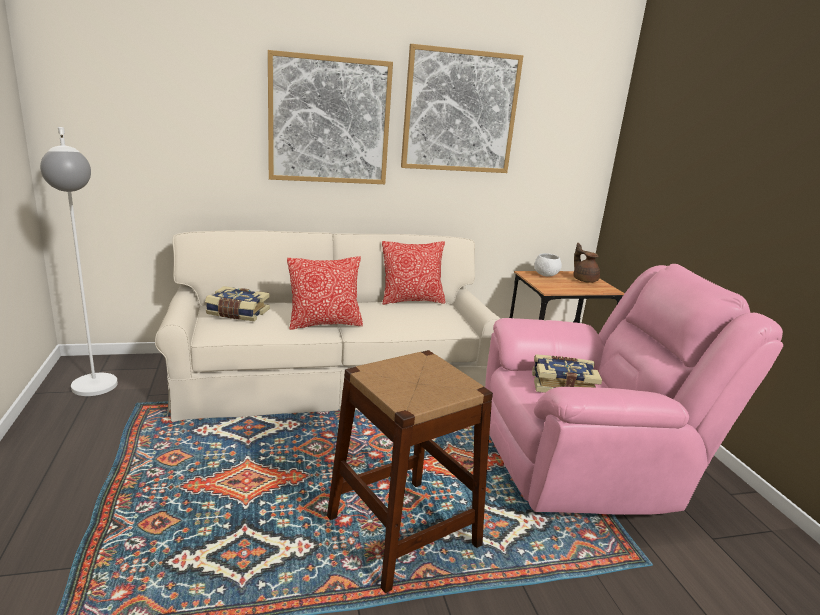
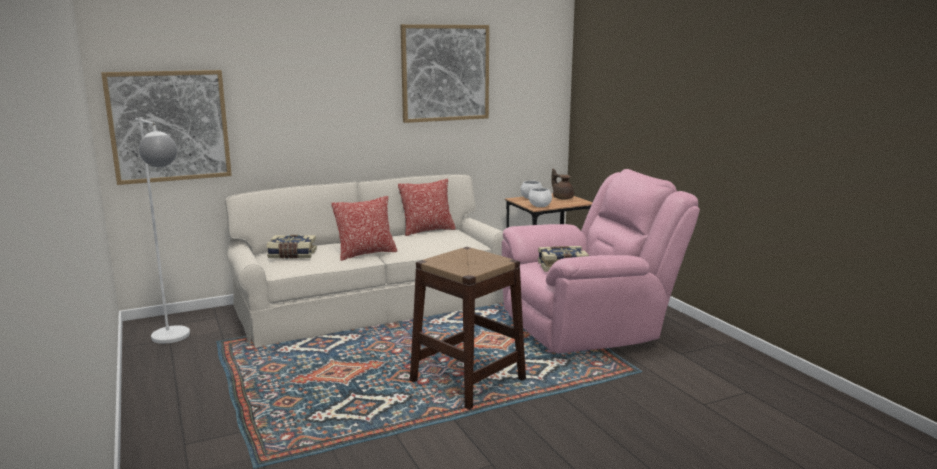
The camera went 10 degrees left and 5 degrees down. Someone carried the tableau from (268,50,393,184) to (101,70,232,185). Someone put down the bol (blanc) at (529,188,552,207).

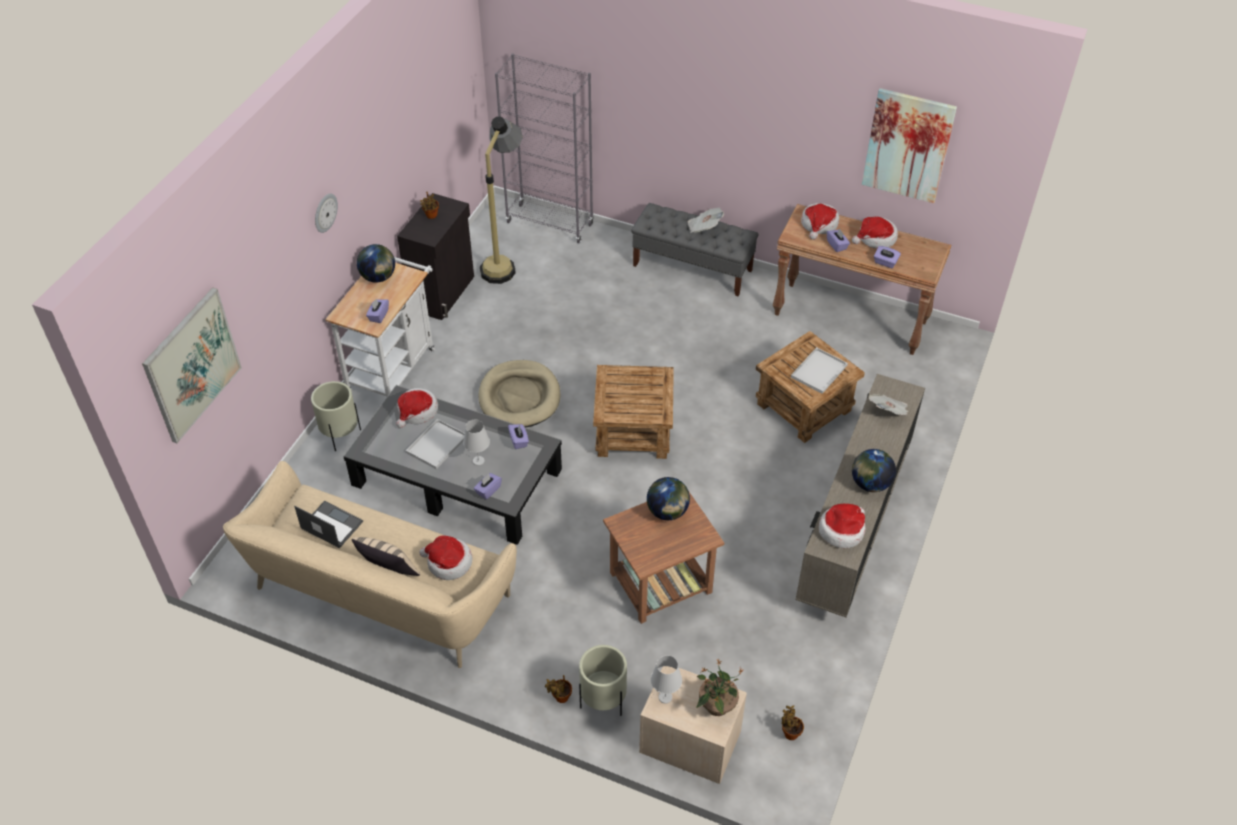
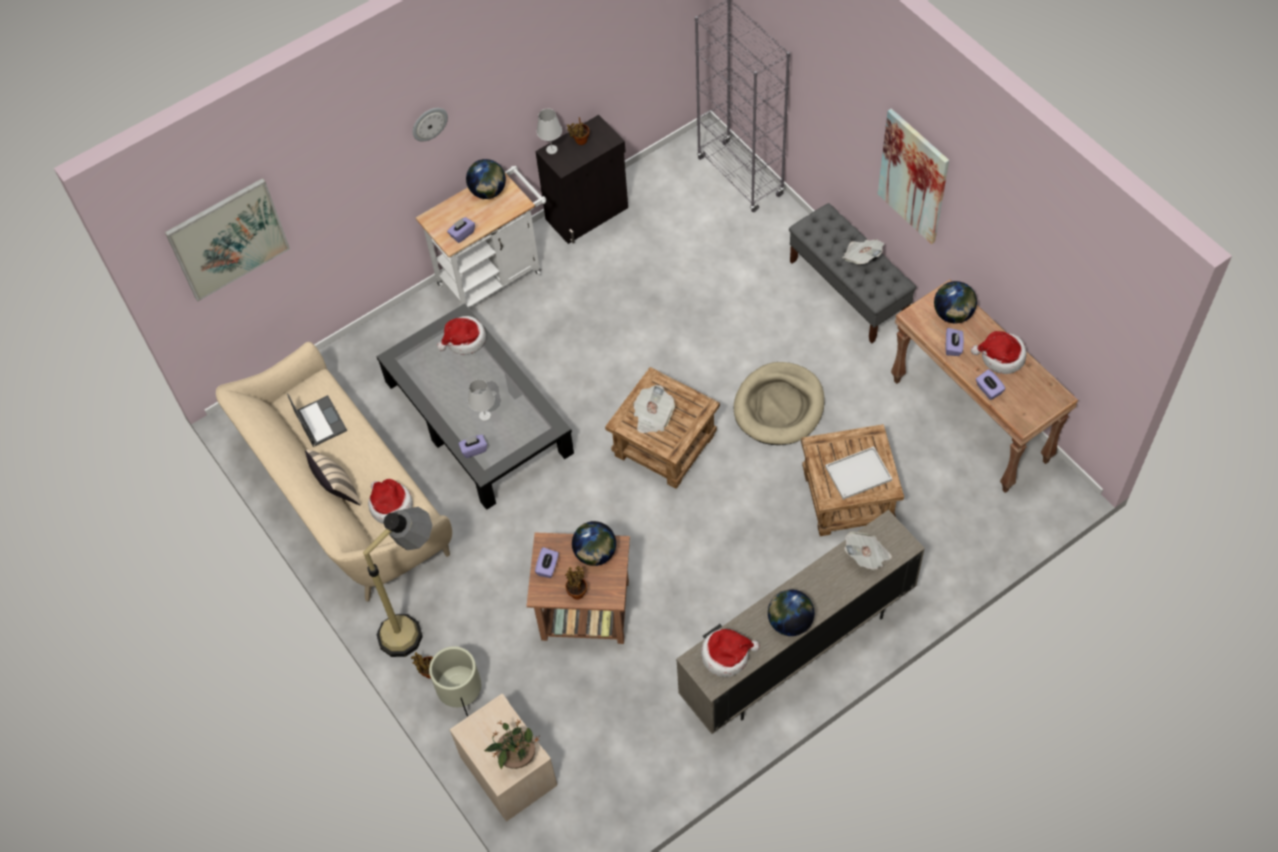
The camera went 35 degrees right and 10 degrees up. Someone carried the lampadaire from (480,116,523,284) to (363,507,433,657). Someone carried the boîte à mouchoirs (violet) from (508,424,529,449) to (535,547,559,578). Someone carried the lampe de table (blanc) from (651,656,682,703) to (537,109,562,154). Someone carried the plante en pot from (781,705,804,740) to (565,566,587,600). Someone put down the journal at (633,385,675,433). Someone carried the panier pour chien (beige) from (479,360,561,428) to (734,362,825,445). Someone carried the tableau from (862,88,957,203) to (878,109,949,244). Someone swapped the chapeau at (801,203,839,240) for the globe at (934,281,977,323). Someone took away the cache-pot (beige) at (311,381,361,451). Someone took away the plateau (blanc) at (406,419,465,469).

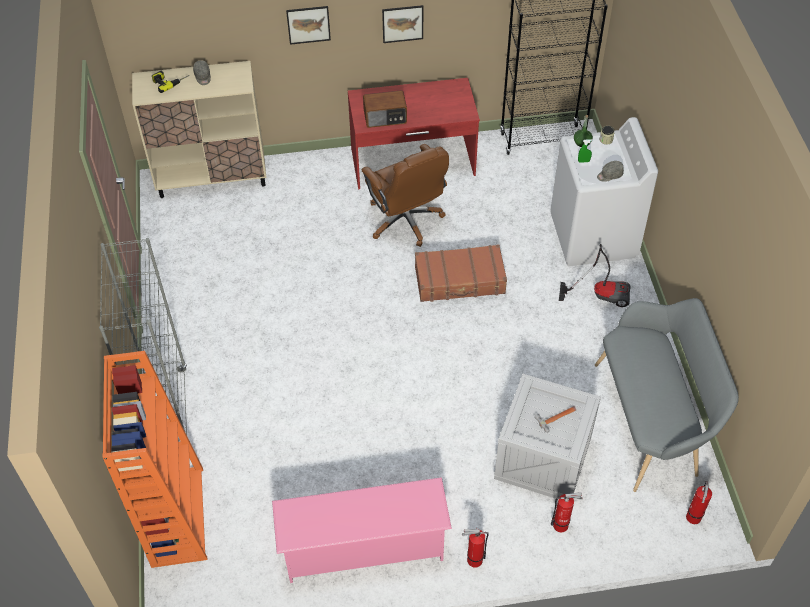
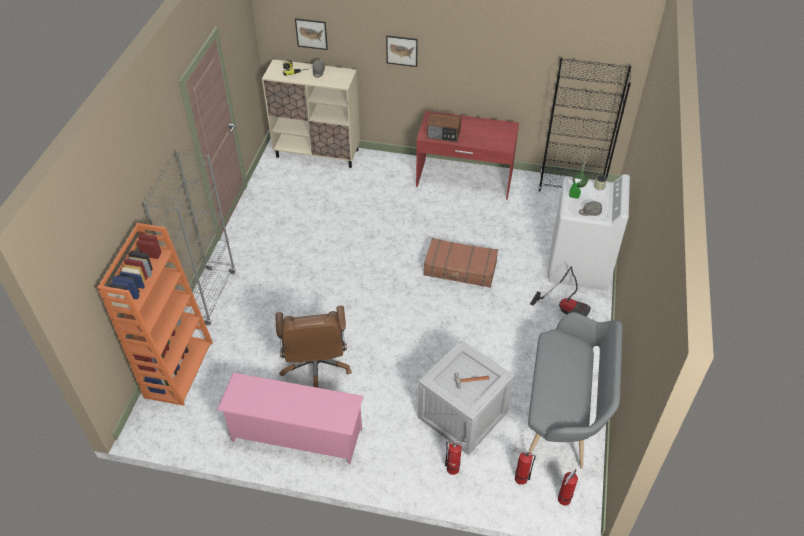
The camera went 20 degrees right and 5 degrees down. Someone carried the chaise de bureau (marron) from (362,144,449,247) to (275,306,352,388). Someone carried the tableau from (382,5,423,43) to (295,18,328,50). Someone carried the extincteur from (462,529,489,568) to (514,446,536,485).

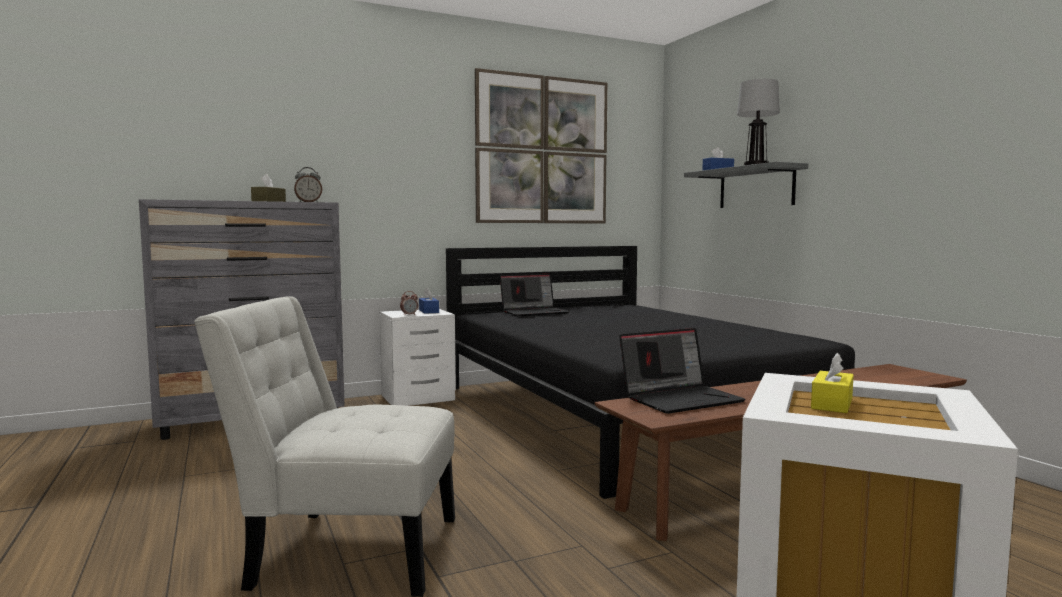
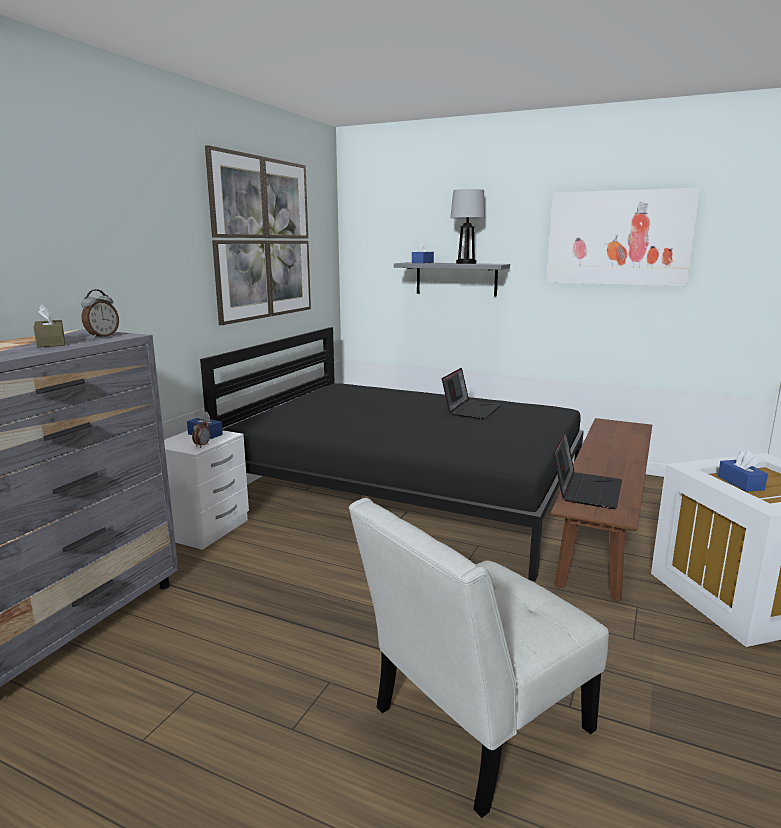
The camera went 40 degrees left and 10 degrees up. Someone carried the ordinateur portable from (500,274,570,316) to (442,368,501,419). Someone put up the tableau at (546,188,700,286). Someone repainted the boîte à mouchoirs (jaune) at (811,353,854,413), which became the boîte à mouchoirs (bleu) at (718,451,768,492).

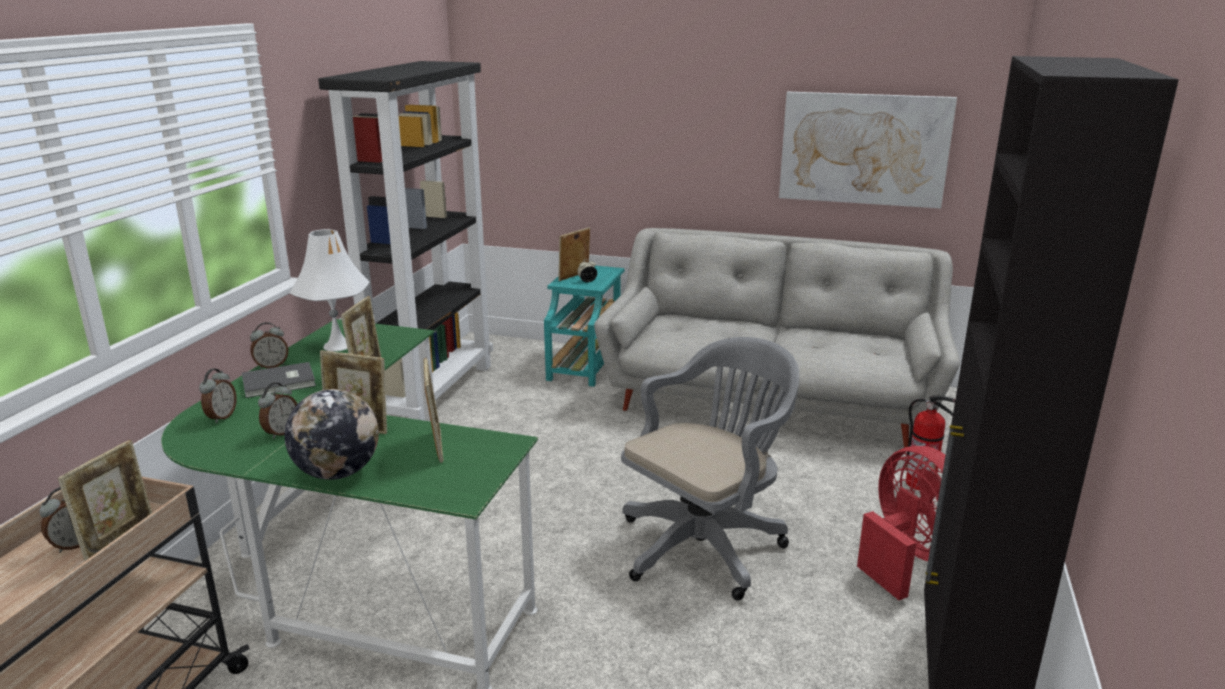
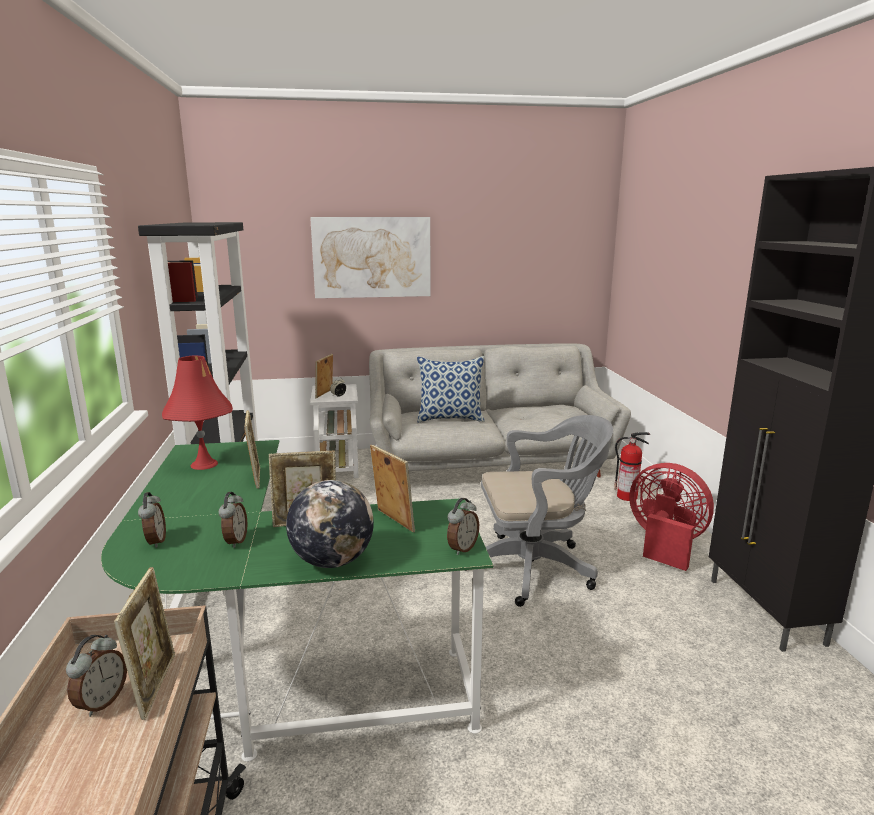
The camera went 25 degrees left and 5 degrees down. Someone repainted the lampe de table (blanc) at (290,229,369,351), which became the lampe de table (rouge) at (162,356,233,470). Someone carried the tableau from (779,92,957,209) to (310,217,431,298). Someone repainted the table d'appoint (turquoise) at (544,266,625,387), which became the table d'appoint (blanc) at (310,384,359,478). Someone put down the coussin at (417,356,485,423). Someone carried the réveil from (250,322,288,369) to (447,498,479,555). Someone rotated the chaise de bureau (gris) at (621,337,799,601) by 60 degrees clockwise. Someone took away the livre (gris) at (242,362,316,398).

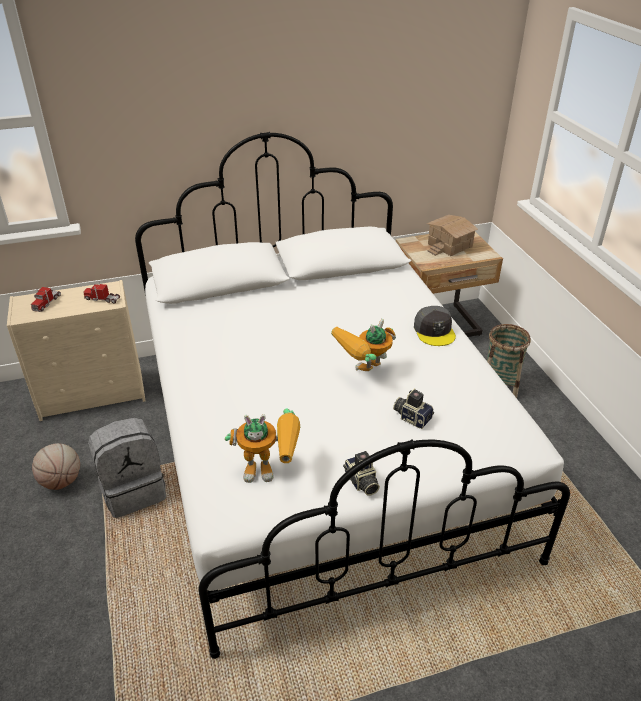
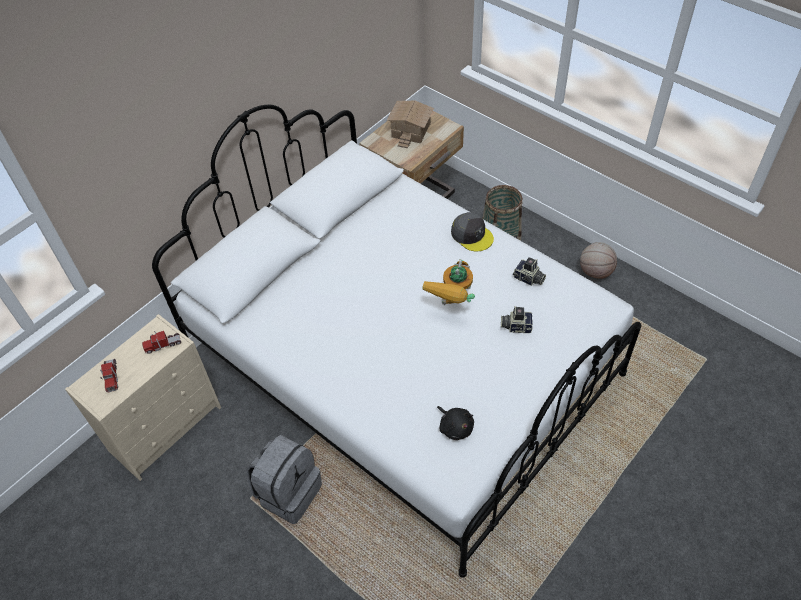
The camera went 30 degrees left and 15 degrees up. Someone swapped the robot jouet at (225,408,300,483) for the peluche (noir) at (437,406,474,440). Someone carried the appareil photo from (343,451,380,496) to (513,257,546,286). Someone carried the ballon de basket from (32,443,80,490) to (580,242,617,279).

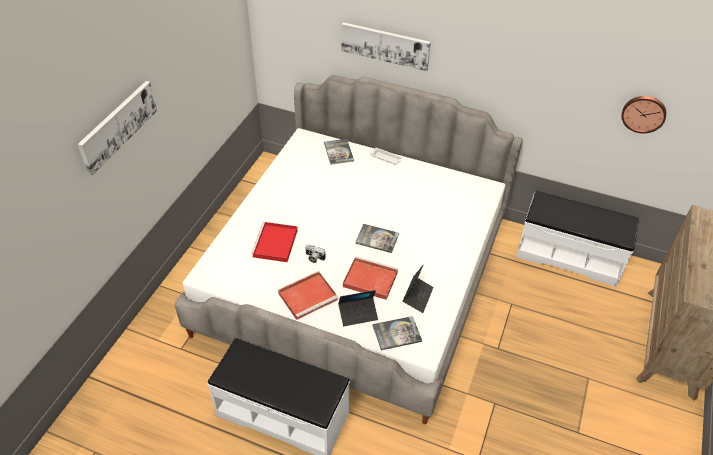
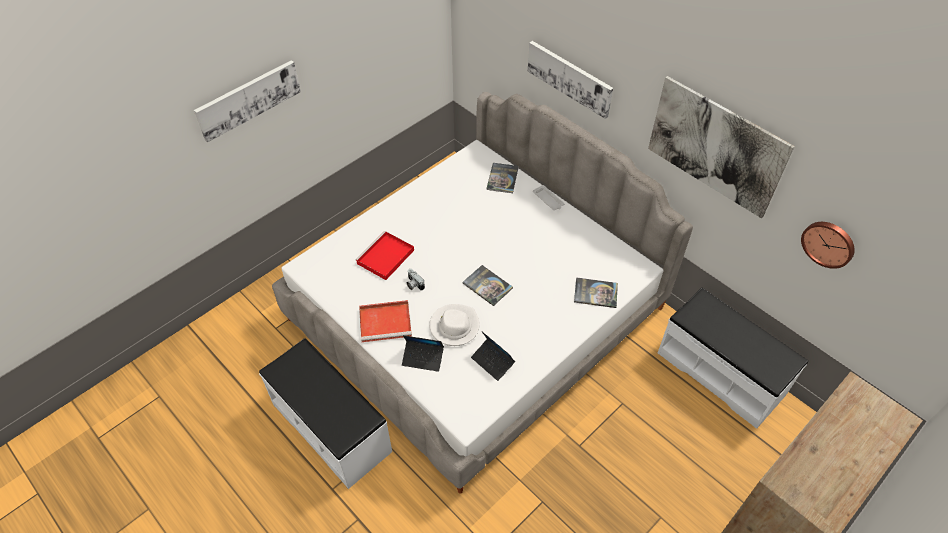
The camera went 25 degrees right and 5 degrees up. Someone swapped the plateau (rouge) at (343,257,398,300) for the chapeau (blanc) at (429,304,480,346). Someone rotated the ordinateur portable at (403,265,434,313) by 90 degrees clockwise. Someone carried the livre from (372,316,422,350) to (574,277,618,308). Someone put up the tableau at (648,76,795,218).

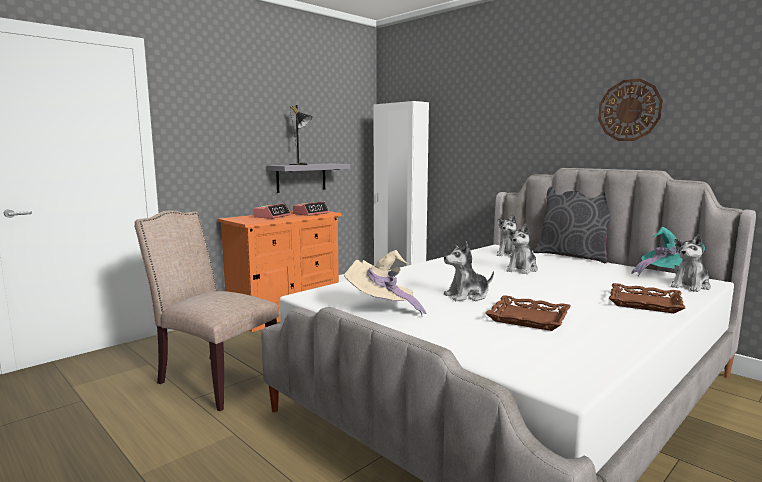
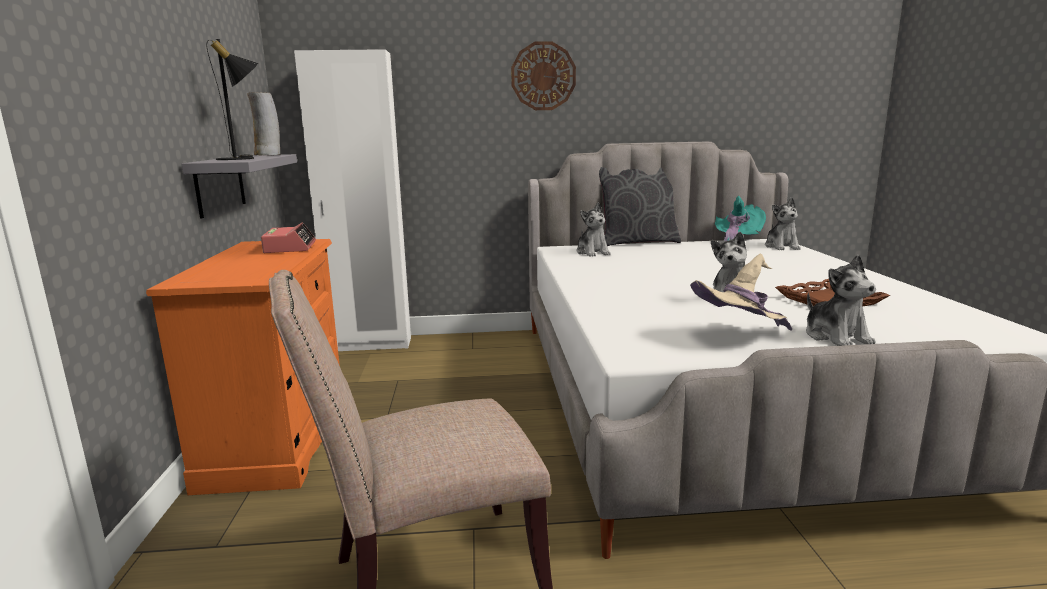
The camera went 50 degrees left and 5 degrees up. Someone put down the vase at (247,92,280,155). Someone carried the horloge murale from (598,78,663,141) to (511,41,576,110). Someone carried the peluche from (506,224,538,274) to (806,255,876,346). Someone took away the réveil at (253,203,291,219). Someone took away the plateau (marron) at (609,283,685,313).

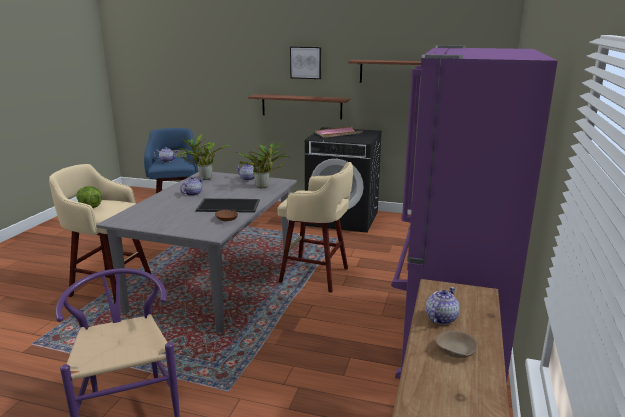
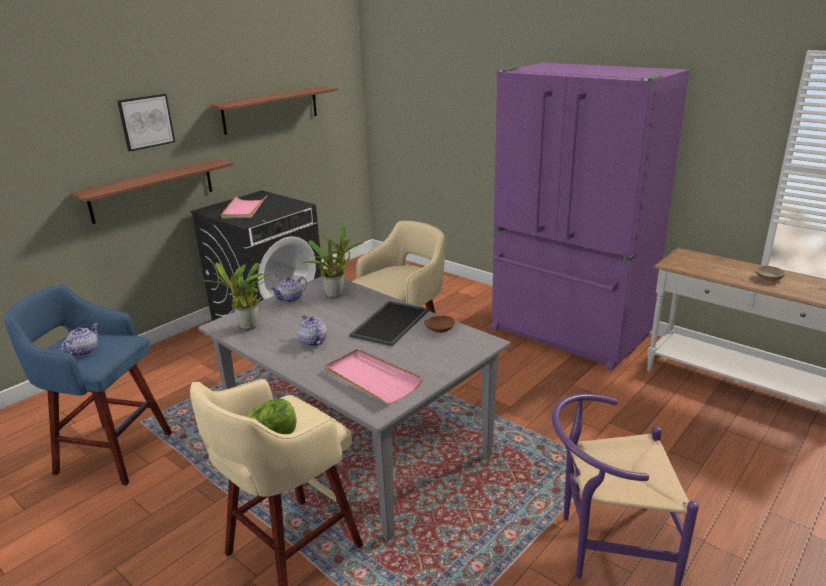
The camera went 65 degrees left and 5 degrees up. Someone put down the plateau (rose) at (325,349,423,404). Someone took away the théière at (426,287,460,325).

